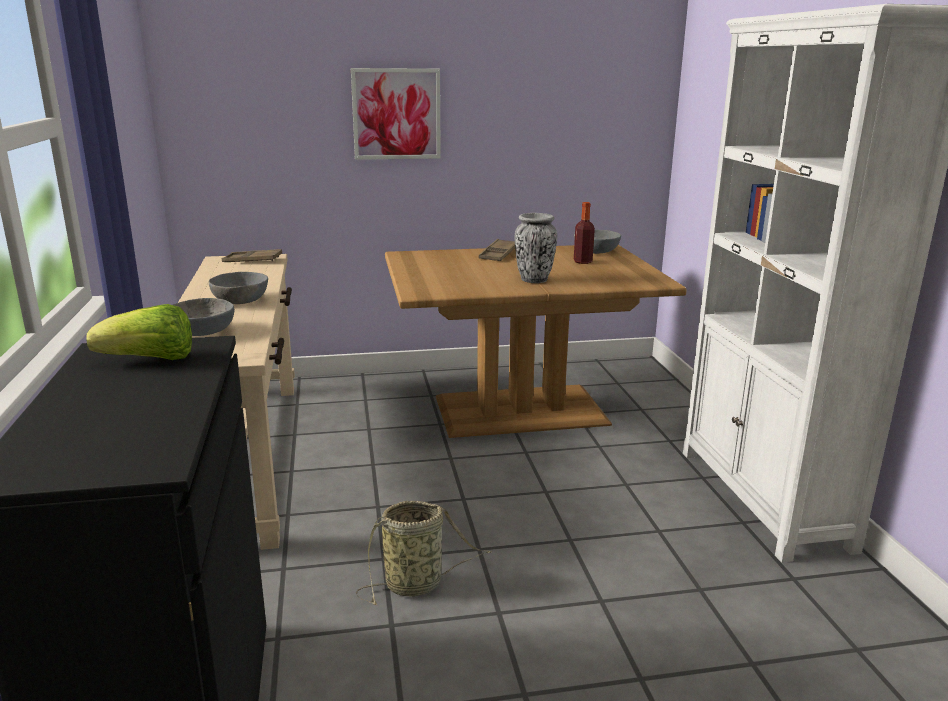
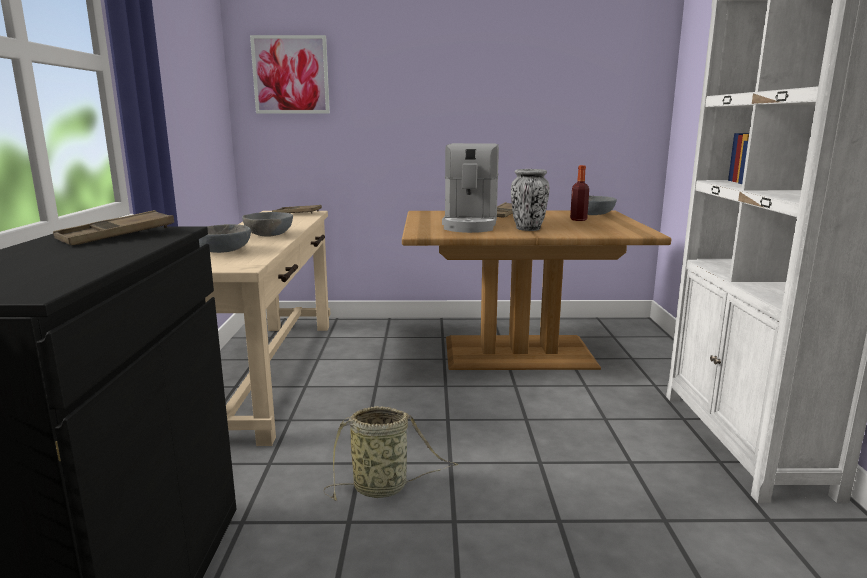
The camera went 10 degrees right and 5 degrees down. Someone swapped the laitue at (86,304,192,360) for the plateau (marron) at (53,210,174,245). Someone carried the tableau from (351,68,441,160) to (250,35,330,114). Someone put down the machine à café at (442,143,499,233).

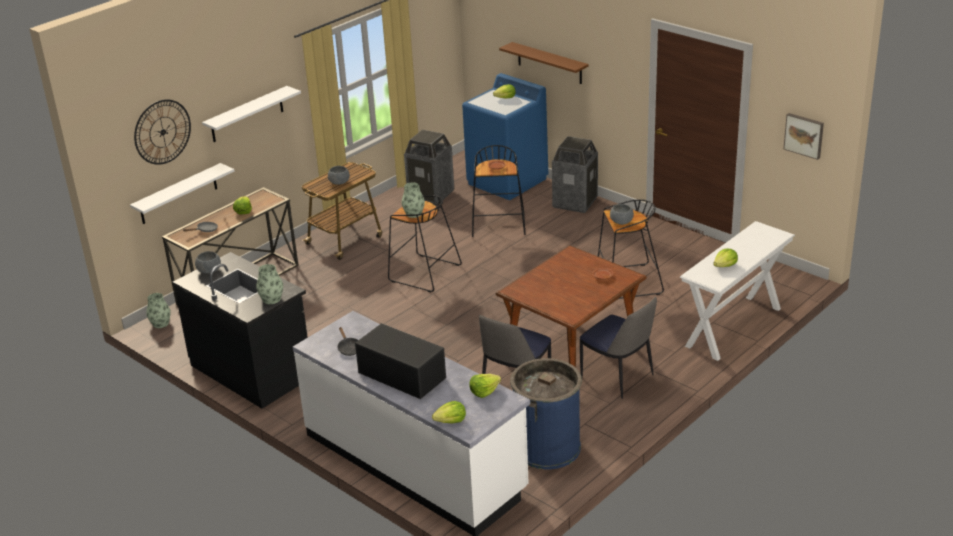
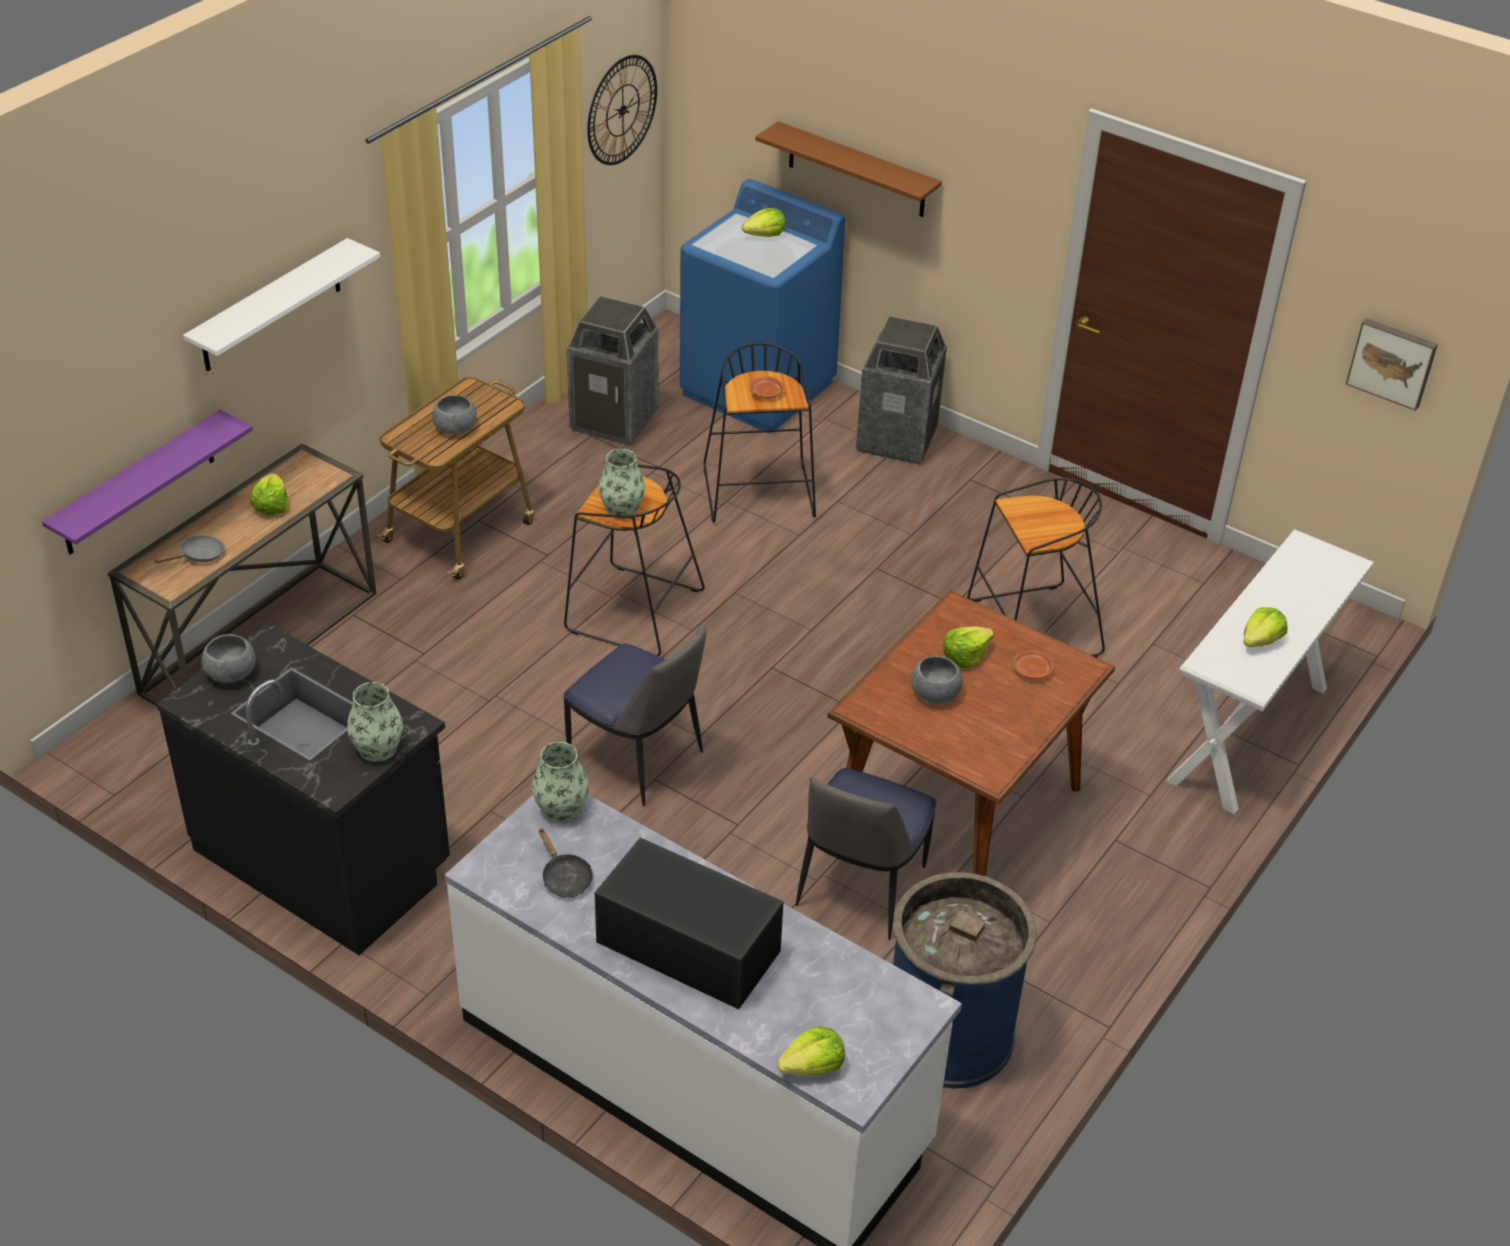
The camera went 10 degrees left and 10 degrees up. Someone repainted the étagère (blanc) at (130,163,235,224), which became the étagère (violet) at (42,410,253,555). Someone carried the vase from (146,293,171,328) to (532,742,589,823). Someone carried the chaise from (580,297,657,399) to (564,625,706,806). Someone carried the horloge murale from (134,100,191,165) to (587,55,657,165). Someone carried the bol (gris) from (610,204,634,225) to (911,656,963,704). Someone carried the laitue from (469,374,501,398) to (943,627,994,668).

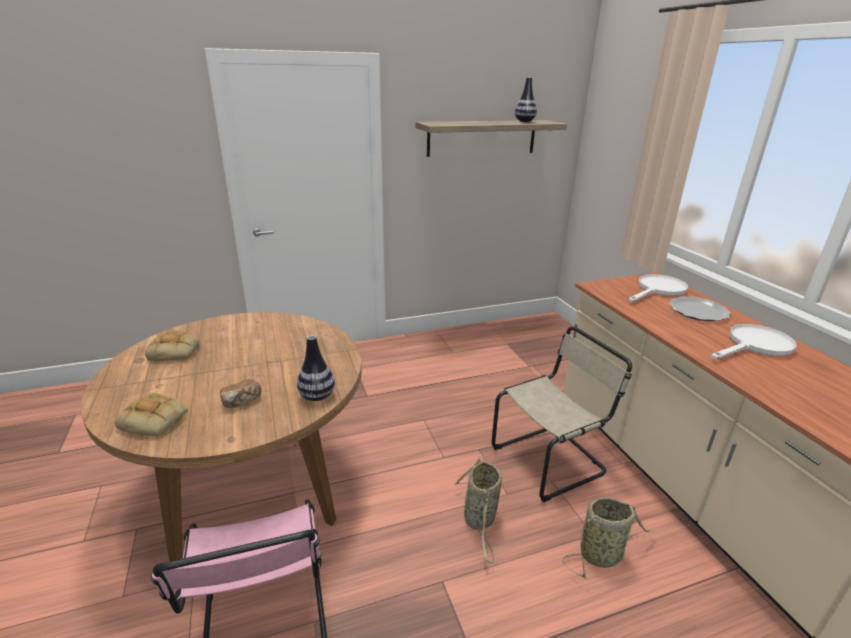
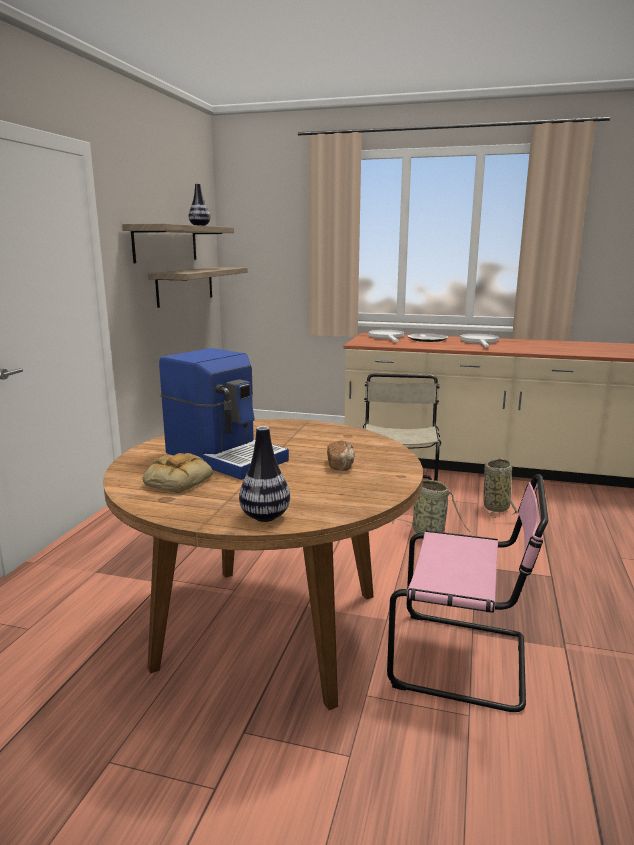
The camera went 55 degrees left and 10 degrees down. Someone put up the étagère at (148,267,248,308). Someone put down the machine à café at (159,348,289,480). Someone carried the vase from (297,335,335,401) to (239,426,290,522). Someone took away the pain at (115,393,188,437).

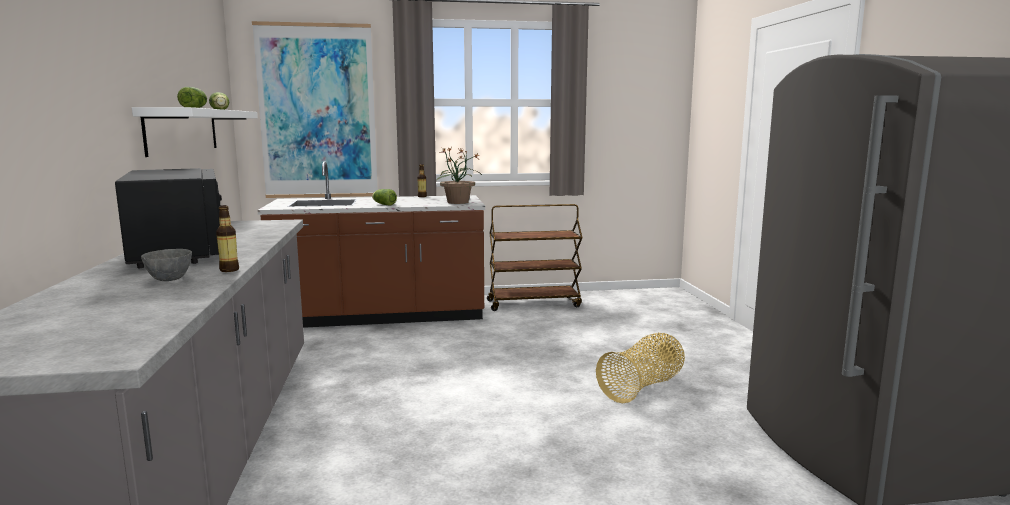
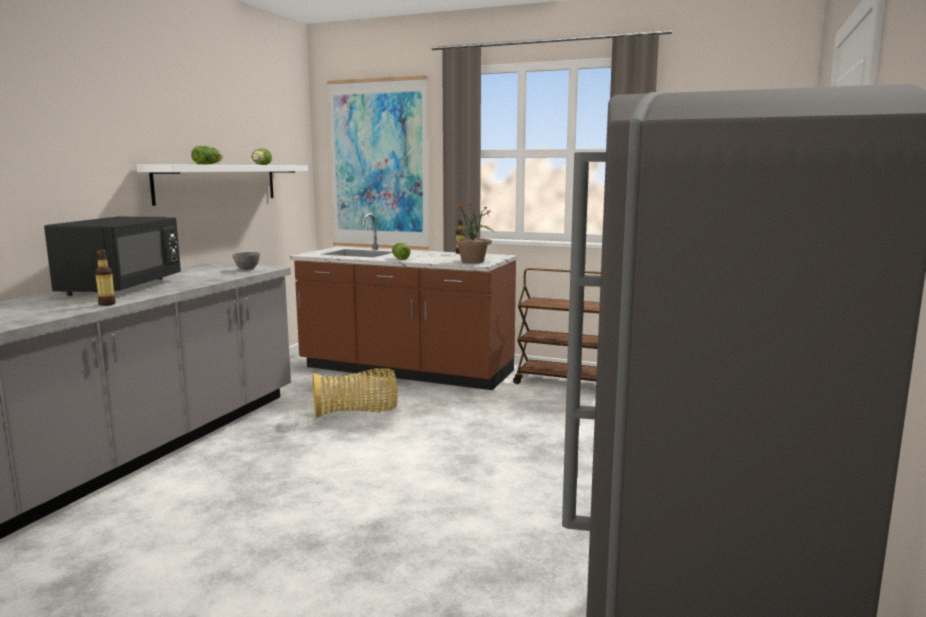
The camera went 30 degrees right and 0 degrees up. Someone carried the bol (gris) from (141,249,192,281) to (232,252,260,270). Someone carried the panier from (596,333,685,403) to (313,368,398,418).

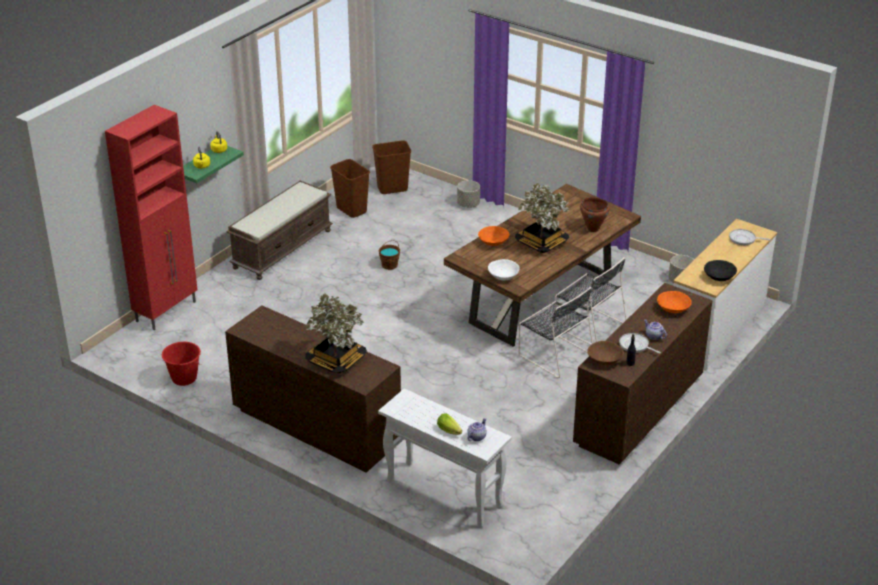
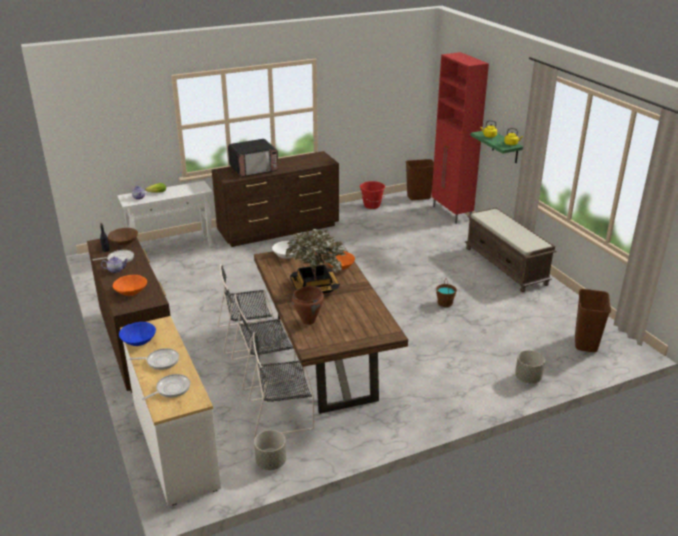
The camera went 120 degrees right and 5 degrees down. Someone repainted the bol (noir) at (704,260,737,281), which became the bol (bleu) at (119,322,156,346). Someone put down the poêle at (129,348,179,370). Someone swapped the plante en pot at (305,293,367,373) for the micro-ondes at (228,139,278,177). Someone put down the chaise (noir) at (249,332,314,437). Someone carried the poubelle (marron) from (330,159,370,218) to (406,159,434,200).

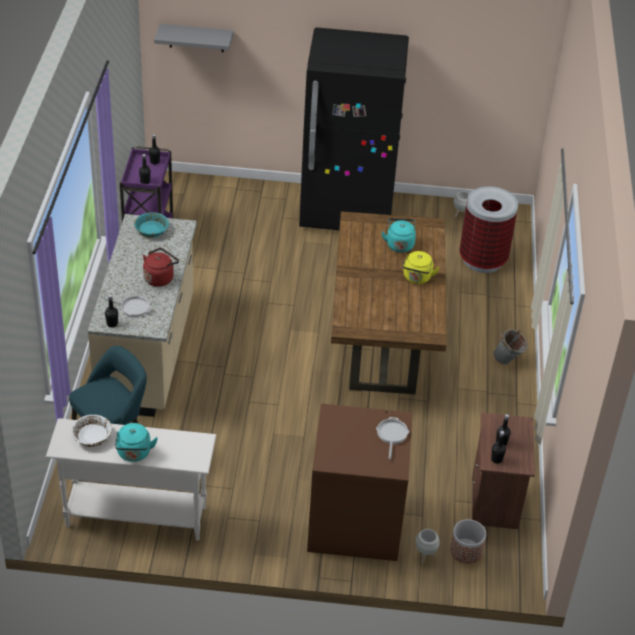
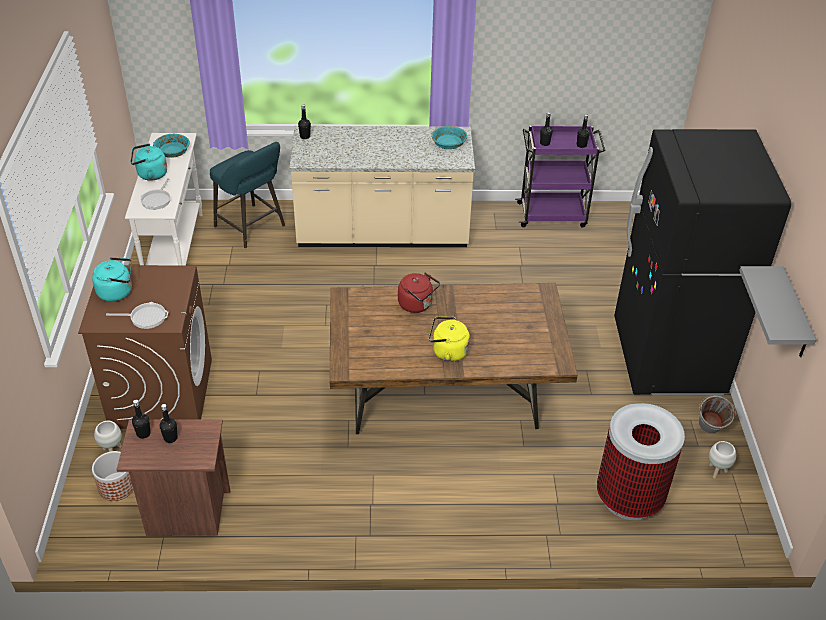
The camera went 85 degrees right and 0 degrees up. Someone carried the bouilloire (turquoise) from (381,218,416,253) to (92,257,132,302). Someone carried the poêle from (103,296,151,317) to (141,178,171,210). Someone repainted the bol (blanc) at (71,415,112,447), which became the bol (turquoise) at (153,134,190,158). Someone carried the bouilloire (rouge) from (143,248,179,287) to (398,273,440,313). Someone carried the seau (gris) from (493,329,528,365) to (699,395,736,434). Someone carried the étagère (gris) from (154,24,233,52) to (739,266,816,357).

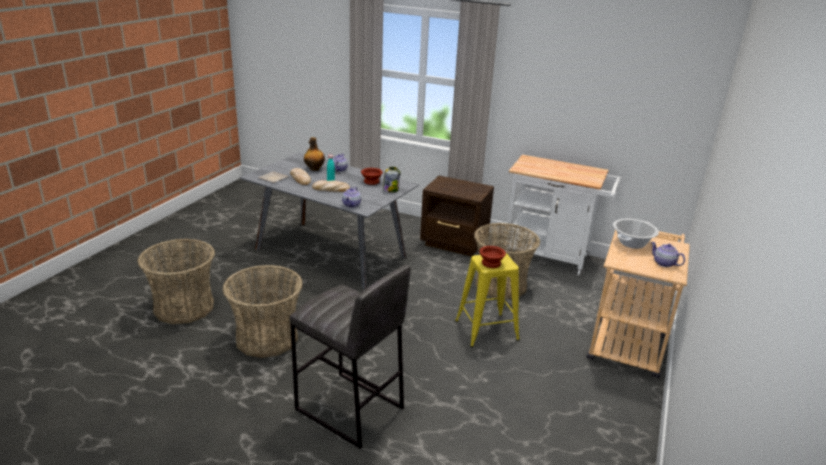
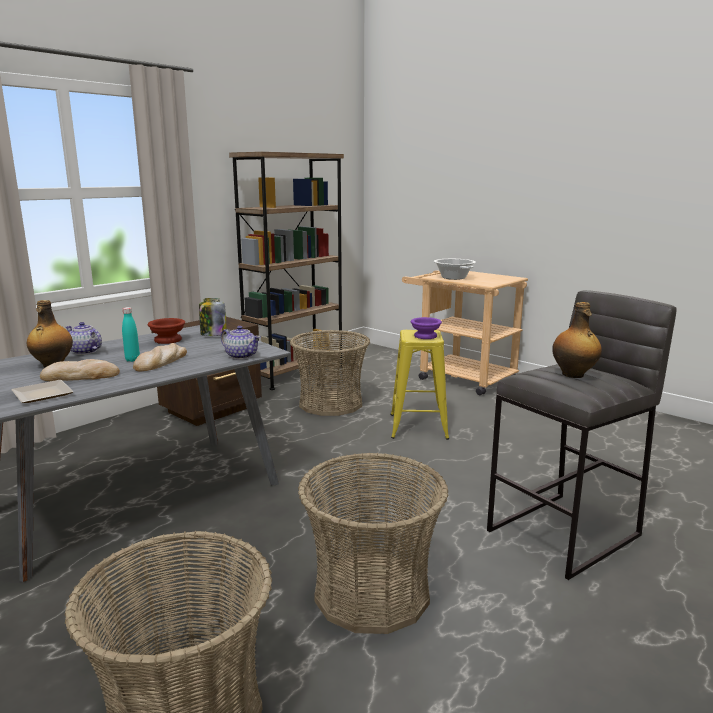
The camera went 70 degrees left and 10 degrees down. Someone swapped the chariot (blanc) at (504,155,622,276) for the bibliothèque (marron) at (229,152,344,390). Someone repainted the bol (marron) at (479,246,506,268), which became the bol (violet) at (411,317,442,339). Someone put down the bouteille at (552,302,602,378). Someone took away the théière at (651,242,685,267).

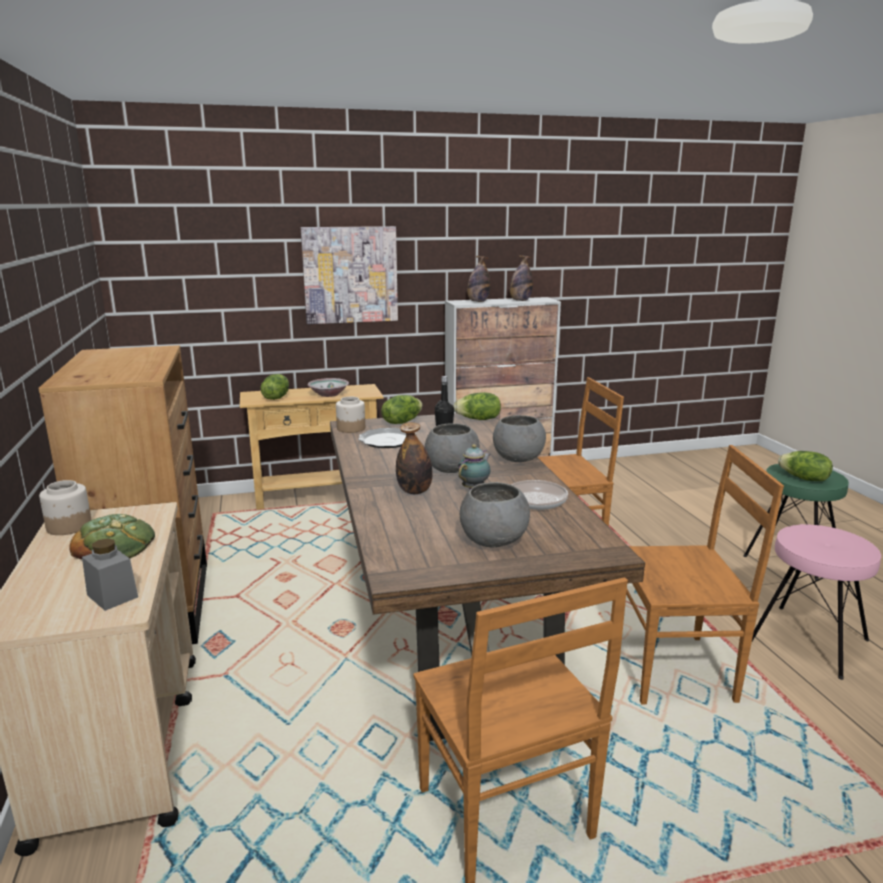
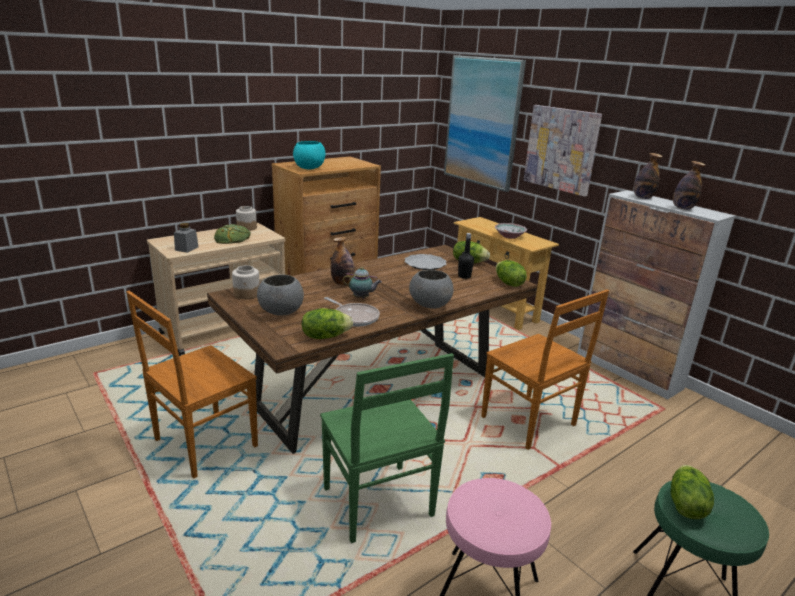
The camera went 65 degrees right and 5 degrees up. Someone carried the bocal from (336,397,365,433) to (232,265,260,299). Someone put down the bol (turquoise) at (293,141,325,169). Someone carried the laitue from (261,374,289,400) to (302,308,353,339). Someone repainted the chaise (marron) at (626,445,784,704), which became the chaise (vert) at (320,353,454,543). Someone put up the tableau at (444,55,526,192). Someone took away the bol (gris) at (425,423,480,473).

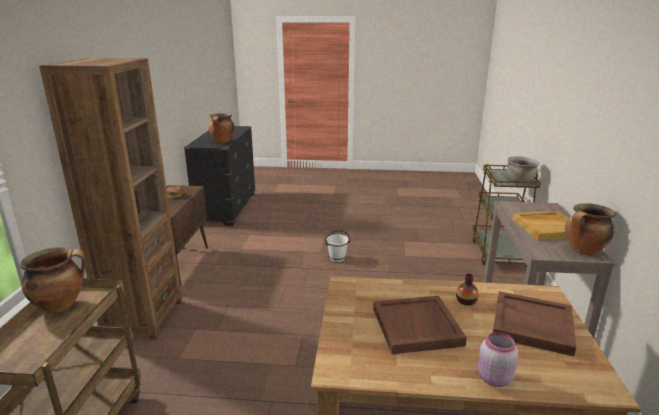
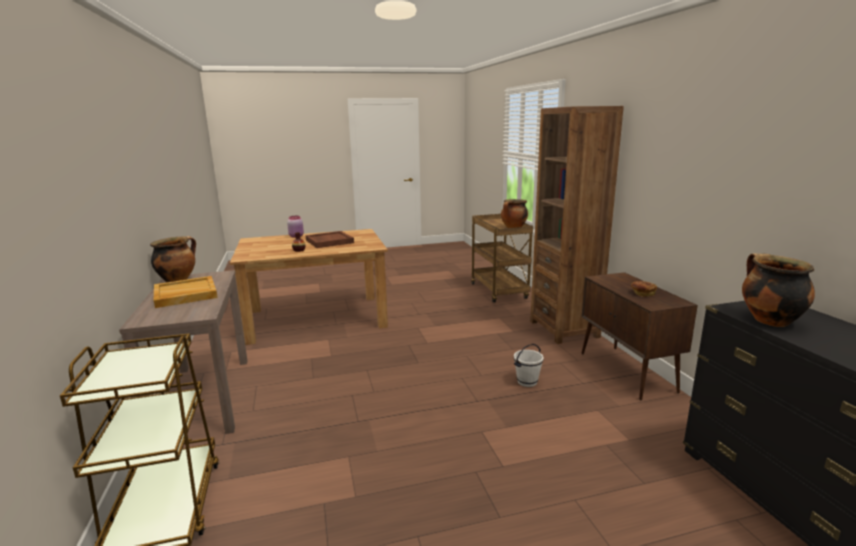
The camera went 160 degrees right and 5 degrees down. Someone carried the seau (blanc) from (325,230,350,262) to (514,344,544,387). Someone took away the plateau (marron) at (493,291,576,356). Someone took away the marmite (marron) at (507,156,539,182).

